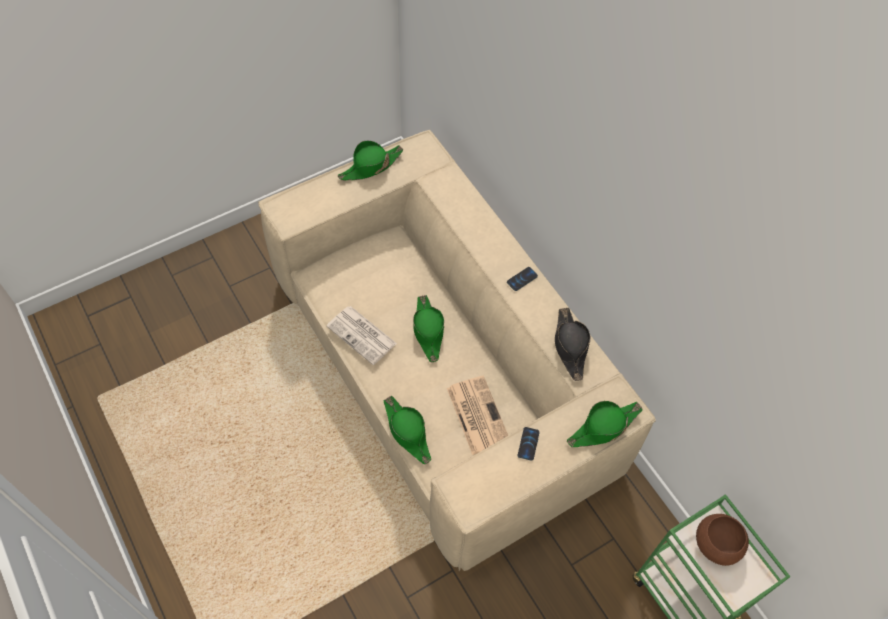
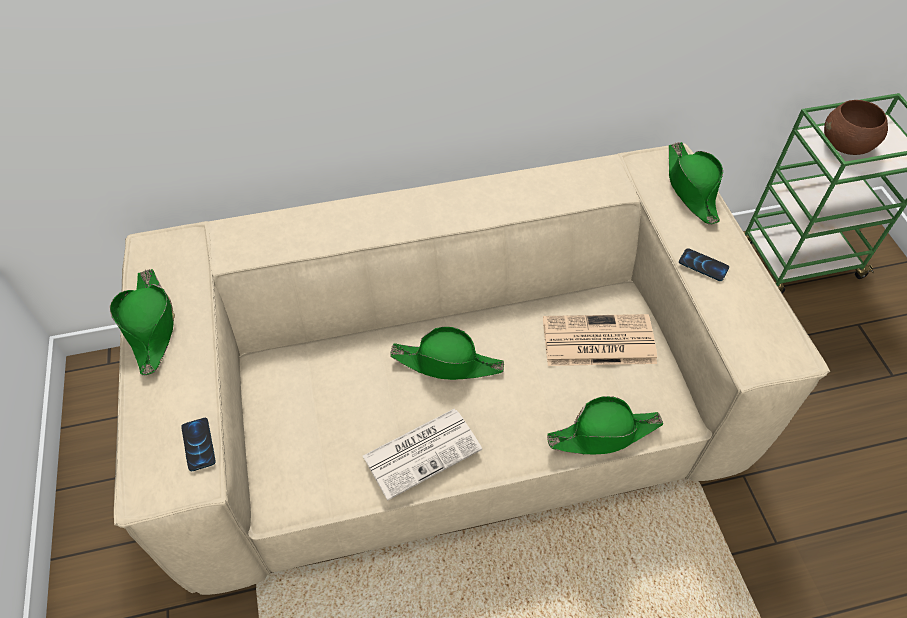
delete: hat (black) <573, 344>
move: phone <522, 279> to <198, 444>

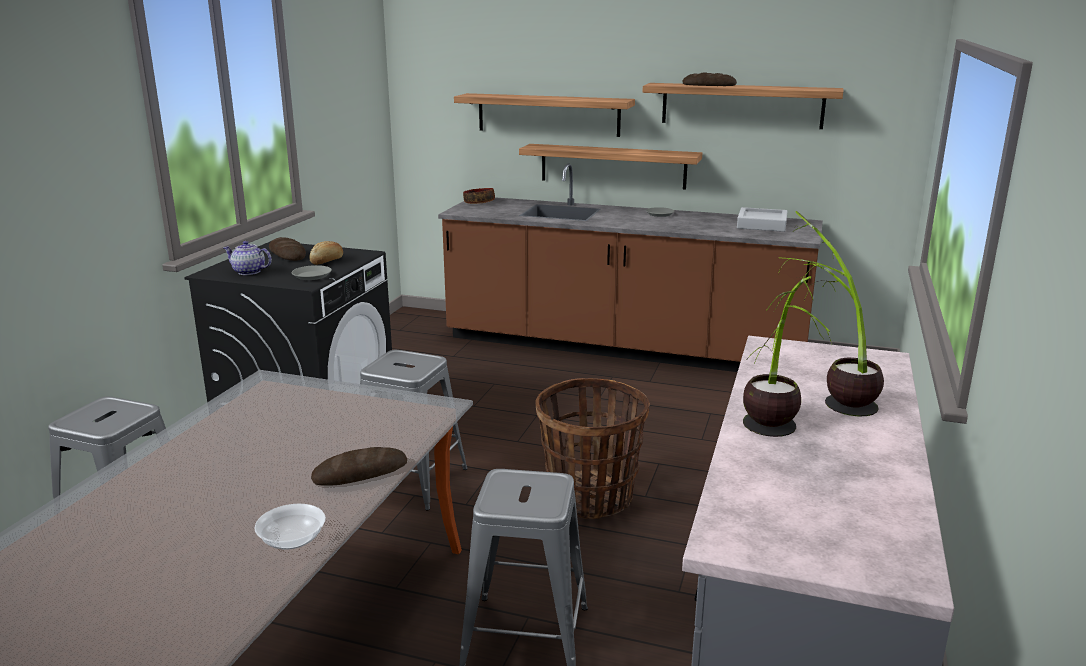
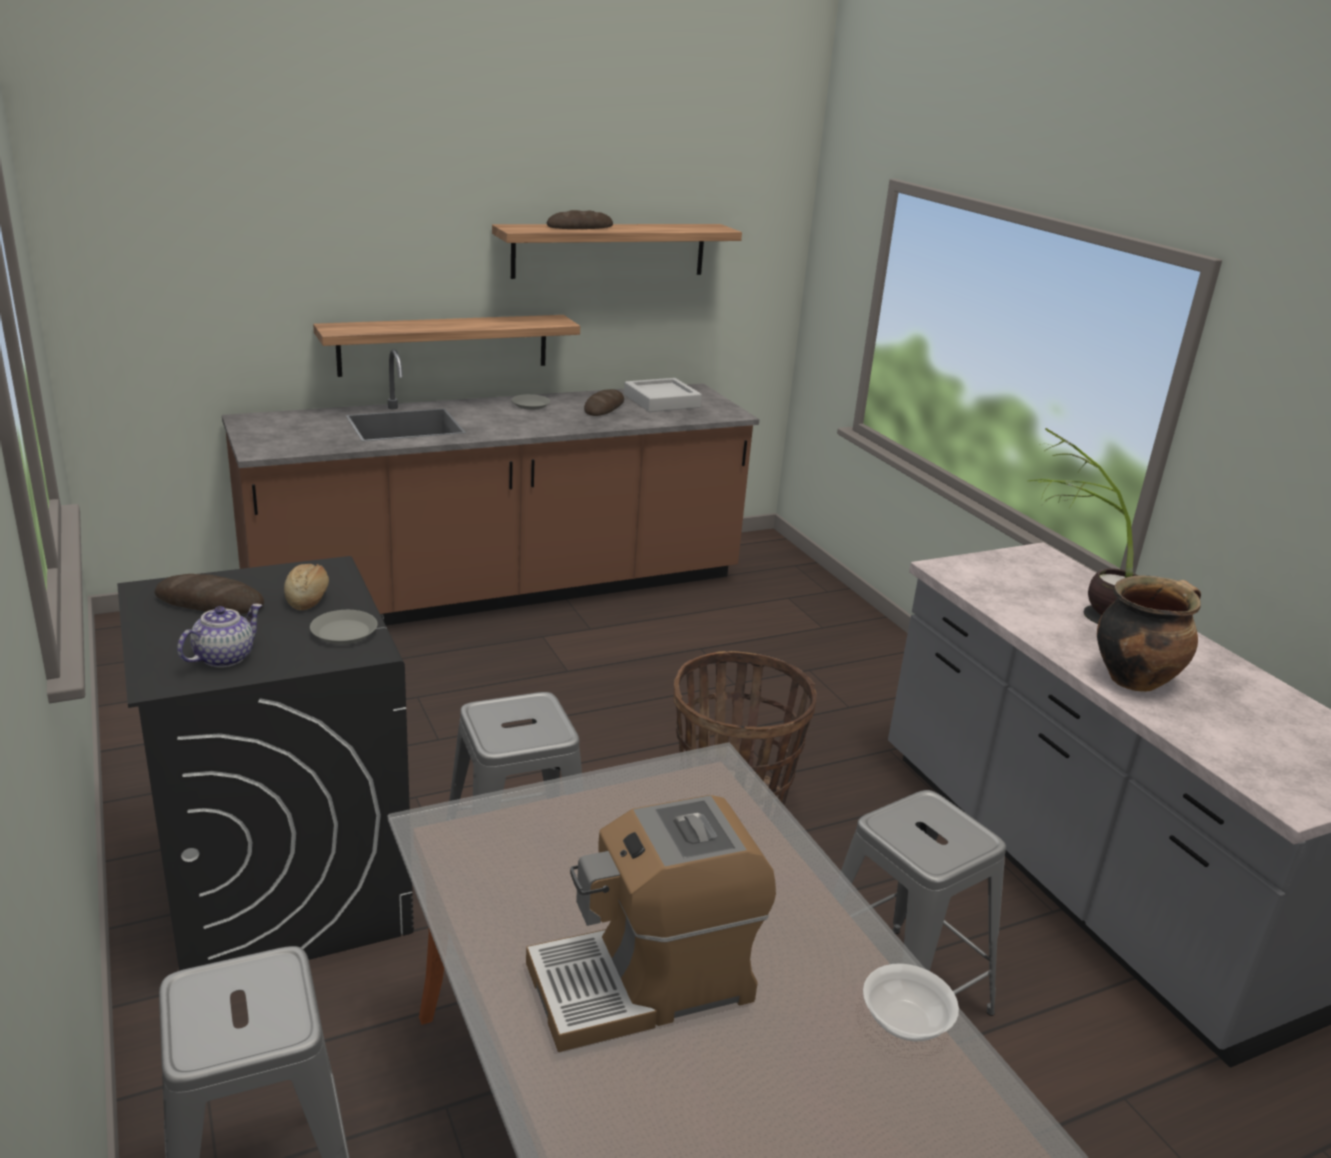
delete: shelf <544, 115>; bowl <479, 196>
insert: coffee machine <651, 923>
move: bread <359, 466> to <604, 402>
replace: potted plant <787, 356> to cooking pot <1149, 633>
rotate: teapot <247, 258> = <219, 636> 150 degrees clockwise

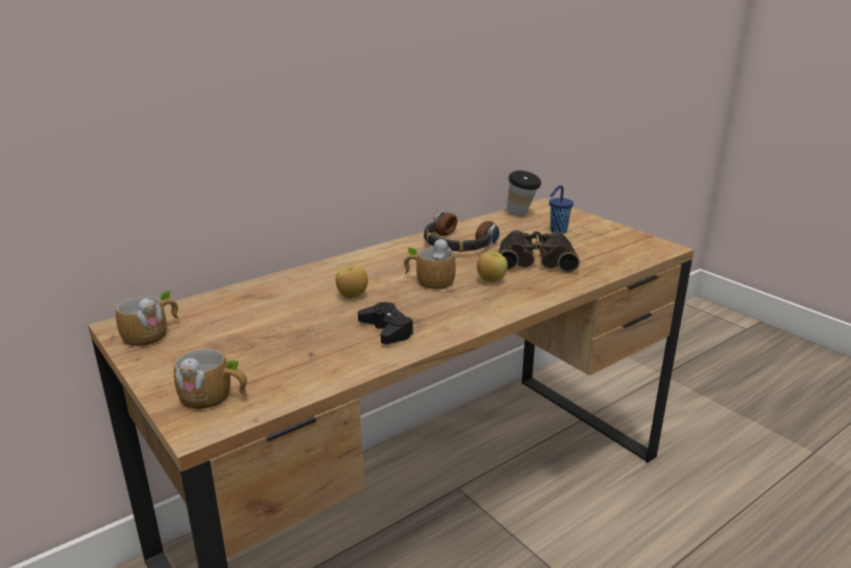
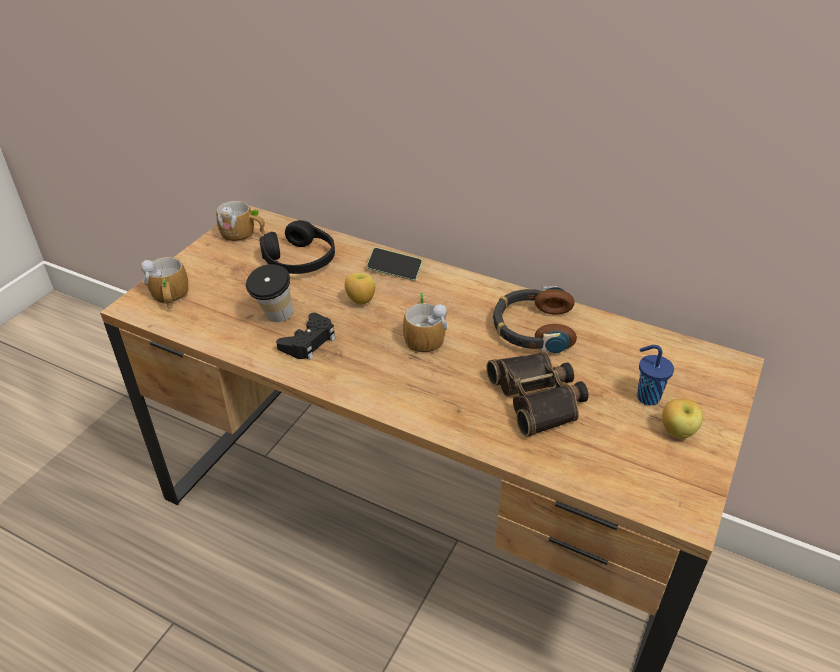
insert: headphones (black) <297, 247>; phone <394, 264>
move: apple <492, 267> to <682, 418>; cup <524, 193> to <269, 293>

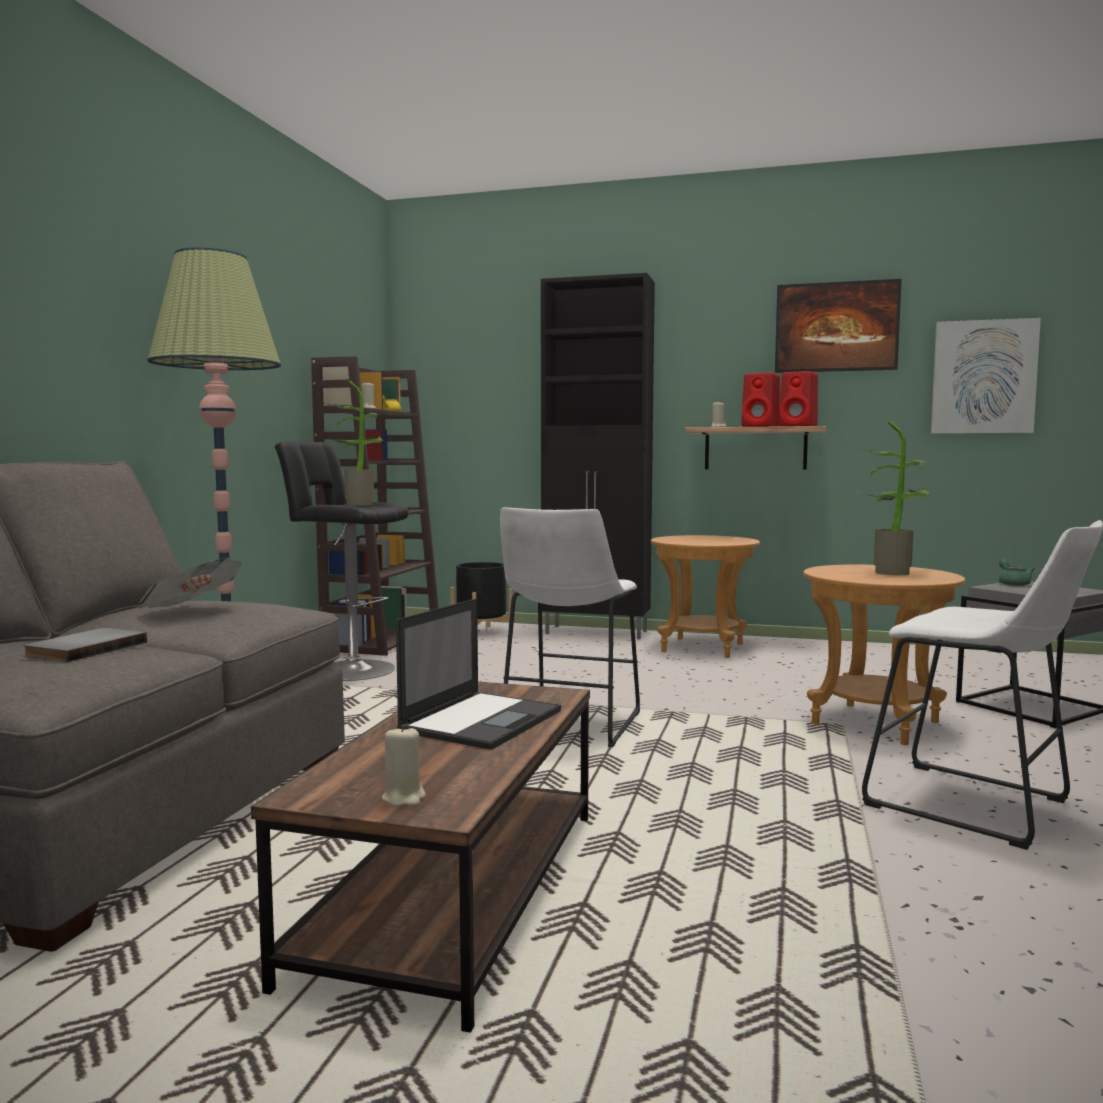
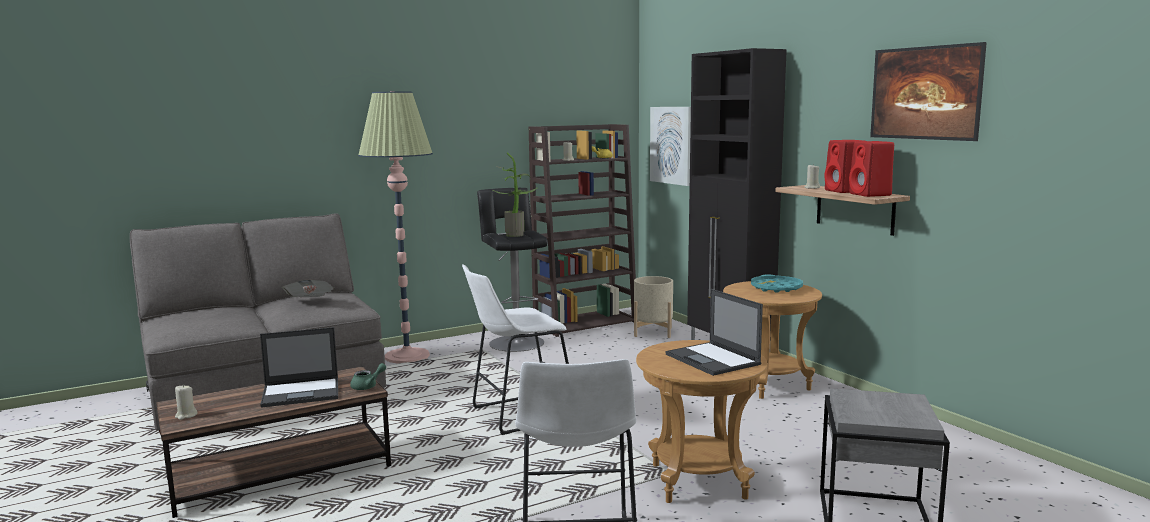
delete: book (grey) <85, 645>
insert: tray (turquoise) <777, 284>
move: picture <986, 376> to <670, 146>; teapot (green) <1017, 572> to <368, 376>
replace: potted plant <893, 498> to laptop <714, 332>
recolor: planter (black) <481, 595> to planter (beige) <653, 307>

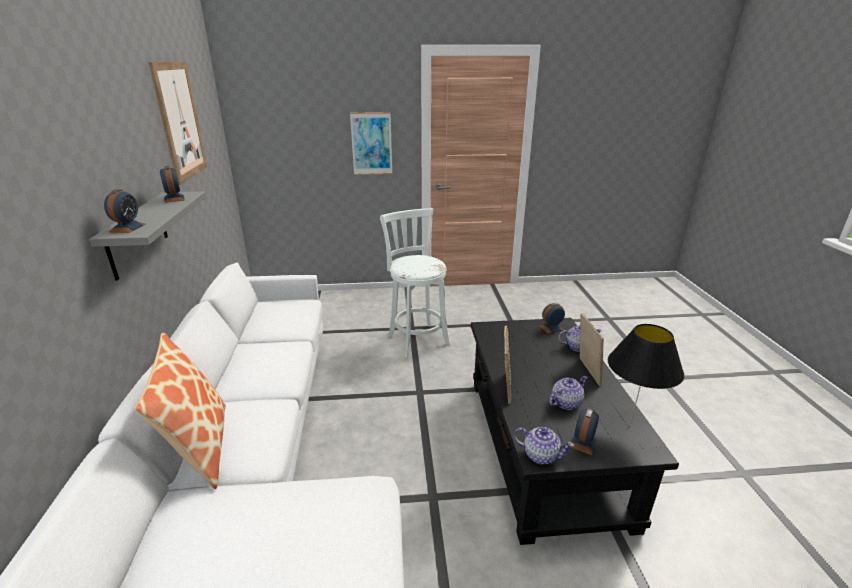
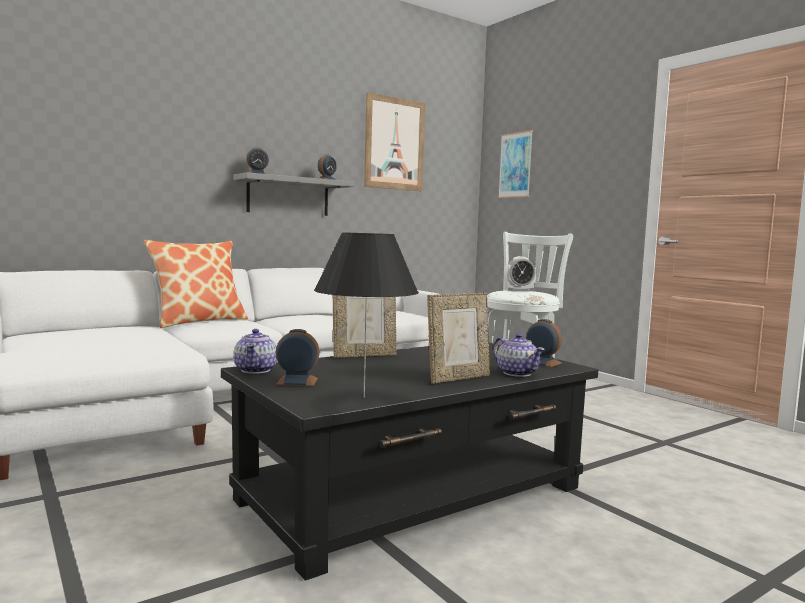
delete: teapot <568, 393>
insert: alarm clock <520, 274>
move: picture <371, 143> to <515, 164>

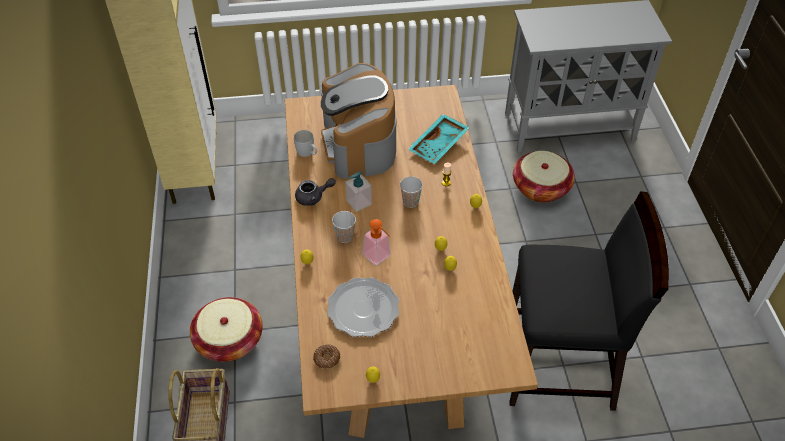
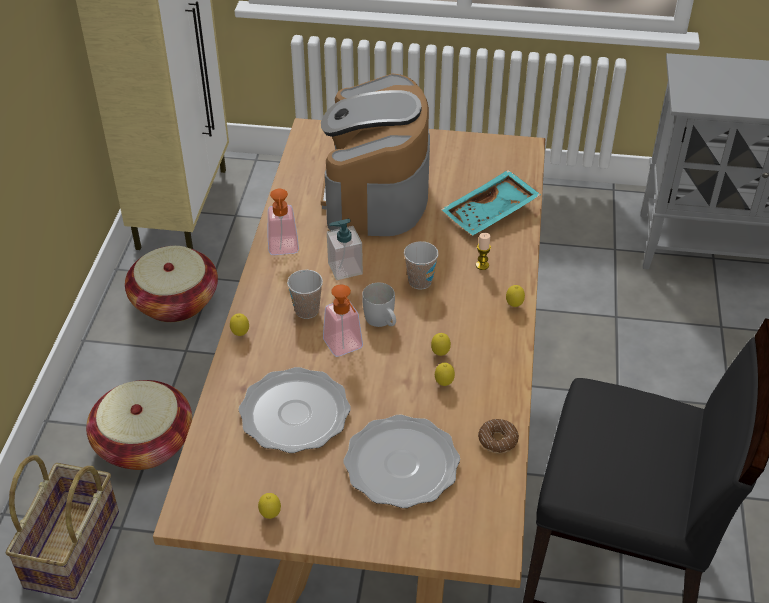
insert: plate <401, 461>
move: mug (white) <305, 143> to <379, 305>; donut <326, 356> to <498, 436>; basket <544, 177> to <171, 284>
replace: teapot (grey) <315, 192> to soap dispenser <283, 222>

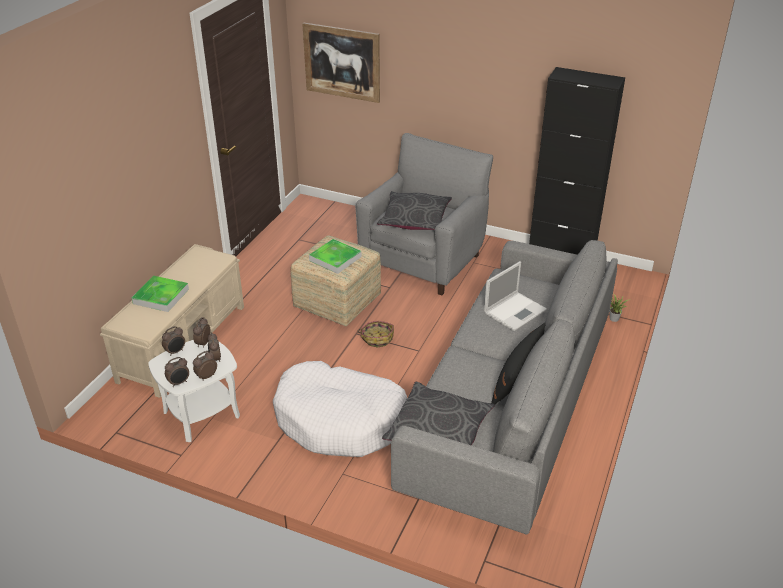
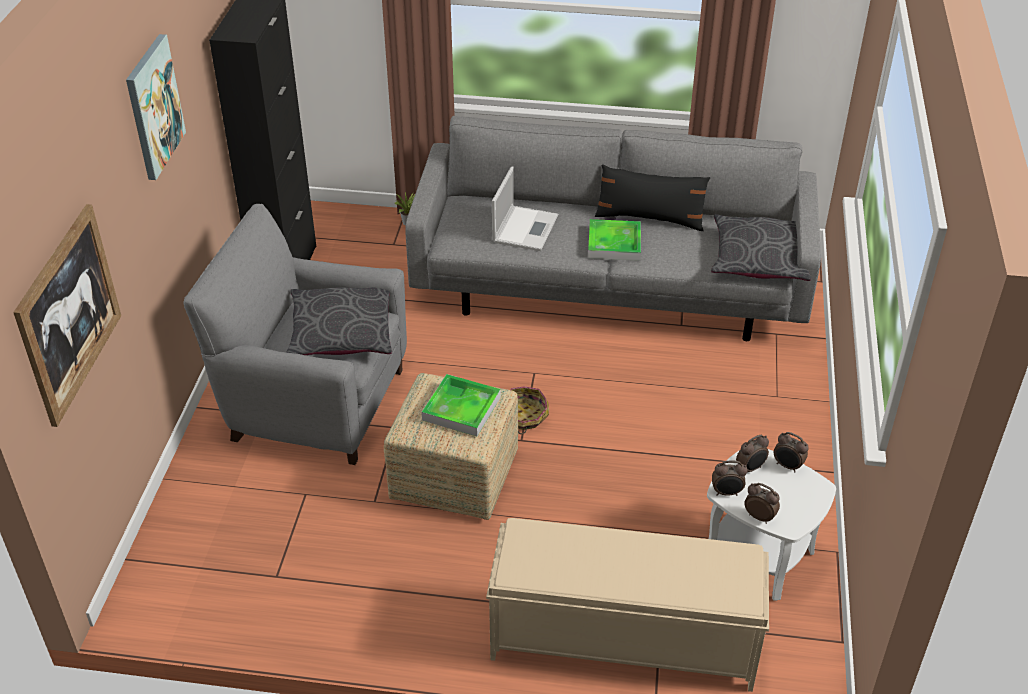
delete: alarm clock <177, 372>; dog bed (white) <340, 409>
insert: picture <156, 107>
move: tray <160, 294> to <614, 240>
rotate: laptop <515, 296> = <525, 208> 75 degrees clockwise

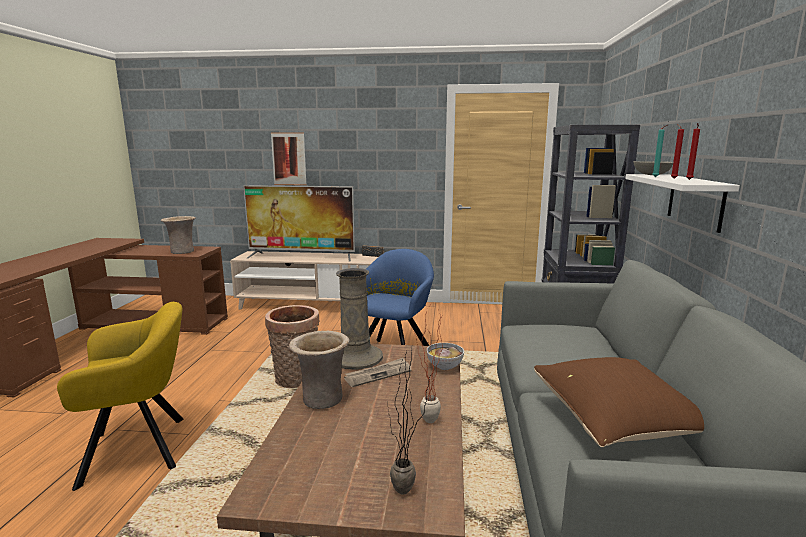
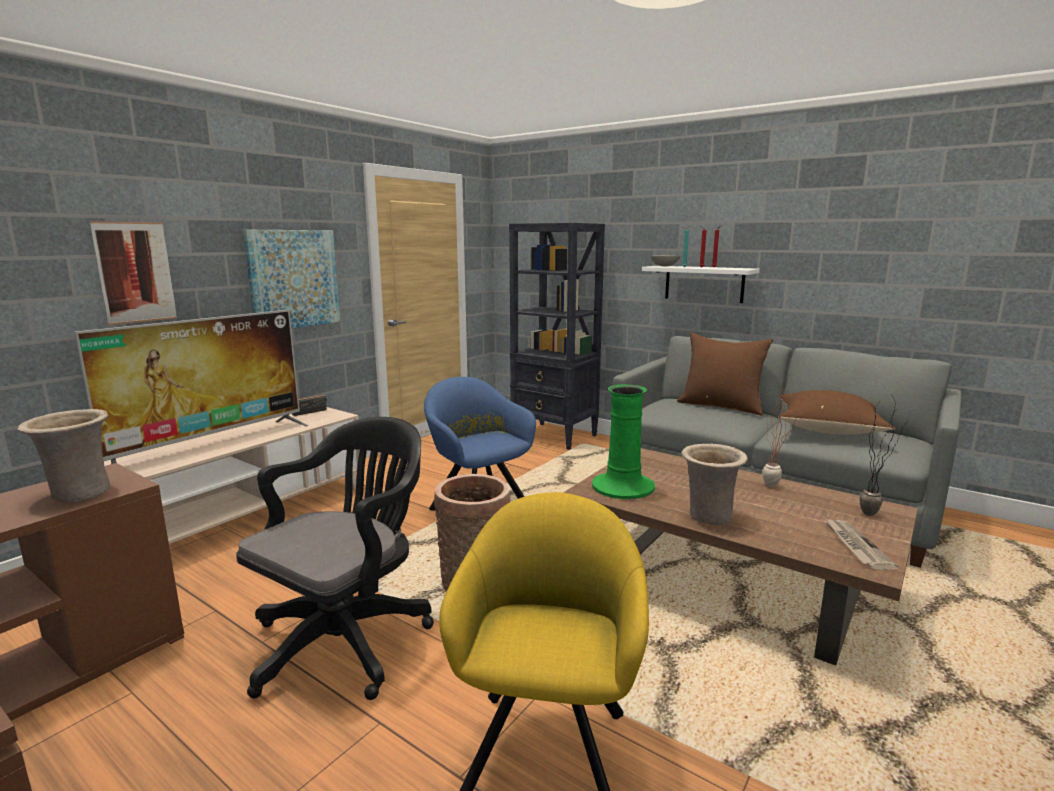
delete: bowl <445, 356>
insert: office chair (black) <335, 558>; picture <291, 279>; pillow (brown) <725, 374>
move: newspaper <378, 372> to <862, 544>
recolor: vase (beige) <359, 319> to vase (green) <623, 441>

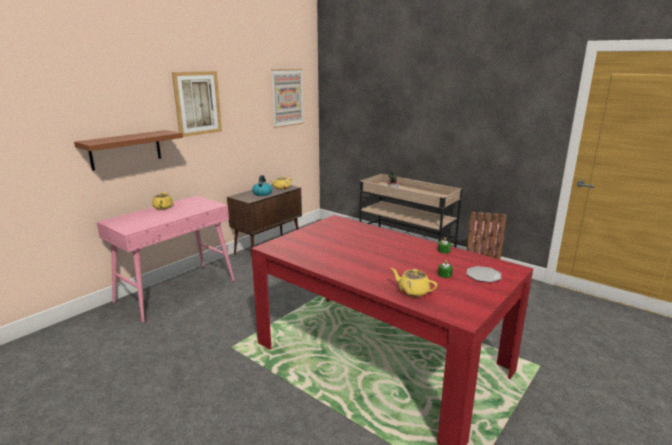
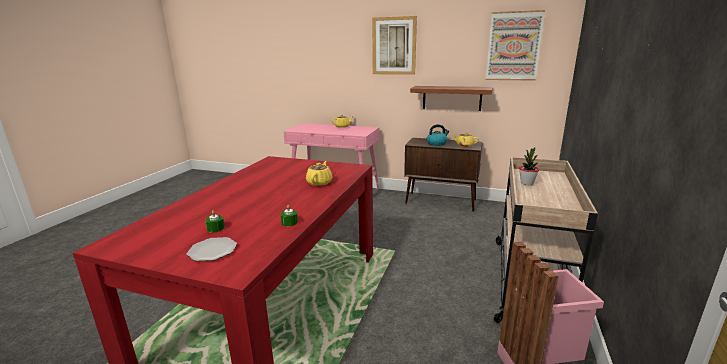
move: shelf (brown) <128, 150> to <451, 98>; teapot (yellow) <414, 282> to <319, 173>

